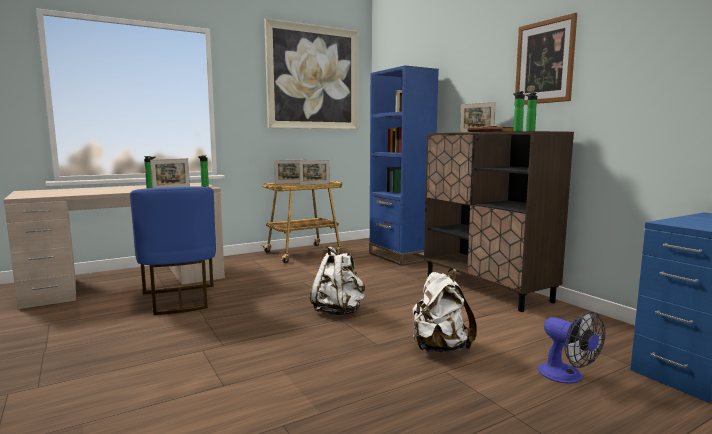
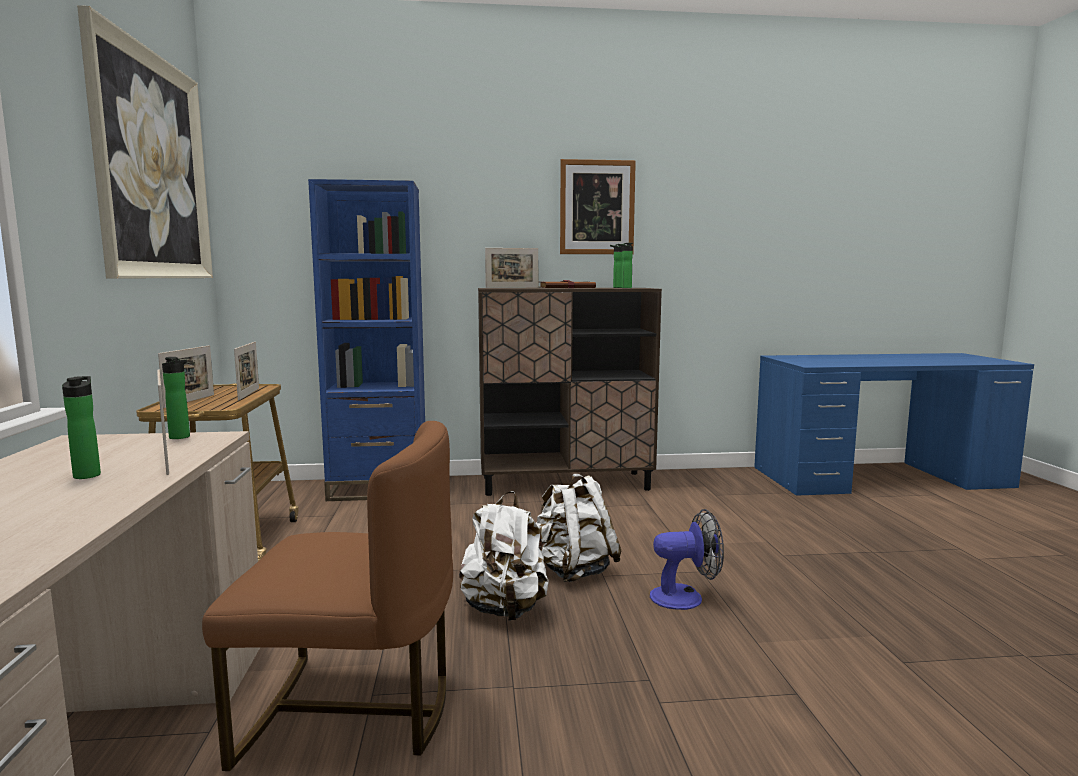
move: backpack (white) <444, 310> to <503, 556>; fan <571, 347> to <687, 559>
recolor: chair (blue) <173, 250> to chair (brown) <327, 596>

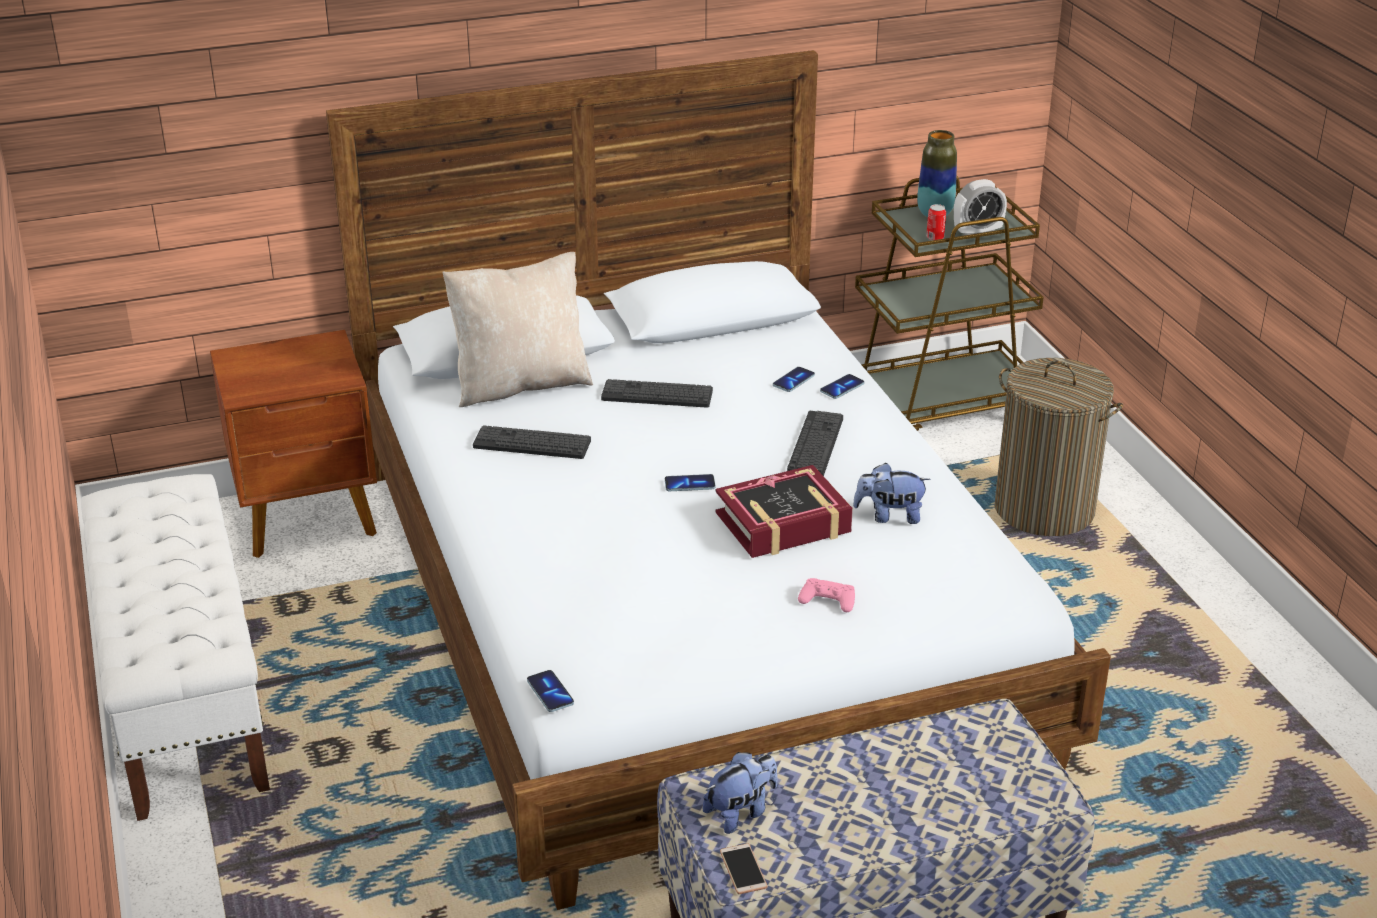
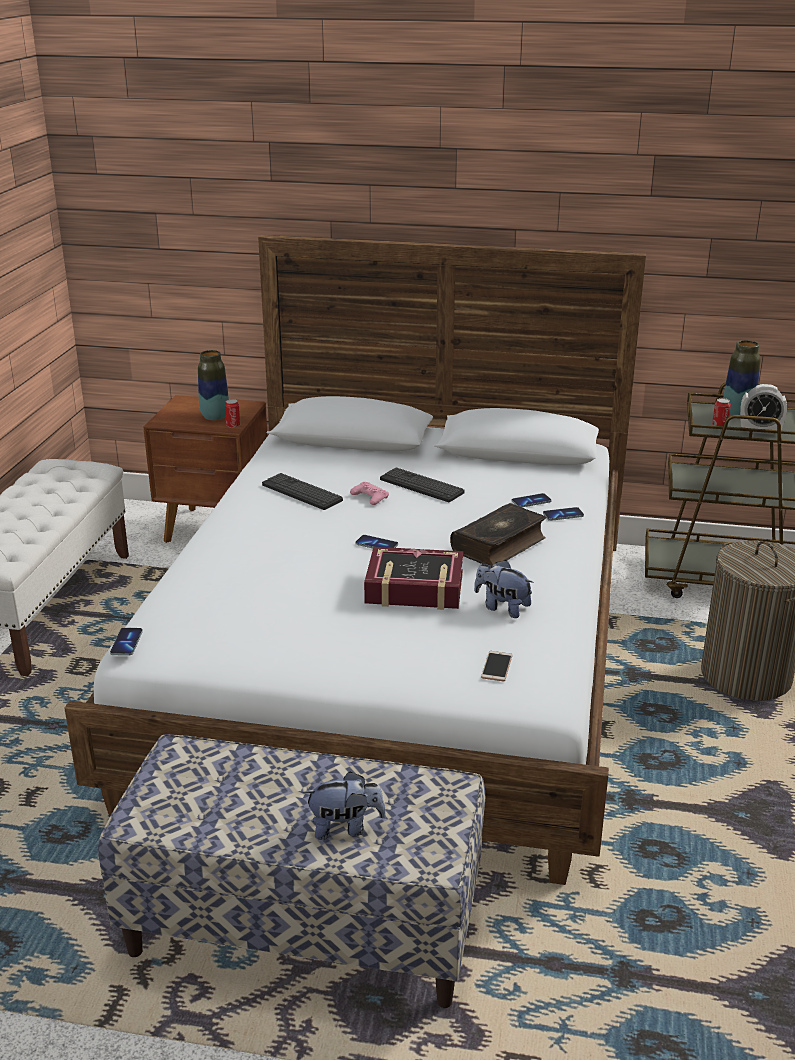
delete: pillow (beige) <518, 329>
insert: vase <213, 385>; can <232, 413>
move: plush toy <740, 793> to <344, 805>; phone <743, 868> to <497, 666>; game controller (pink) <826, 595> to <369, 493>
replace: keyboard <815, 443> to book <498, 535>

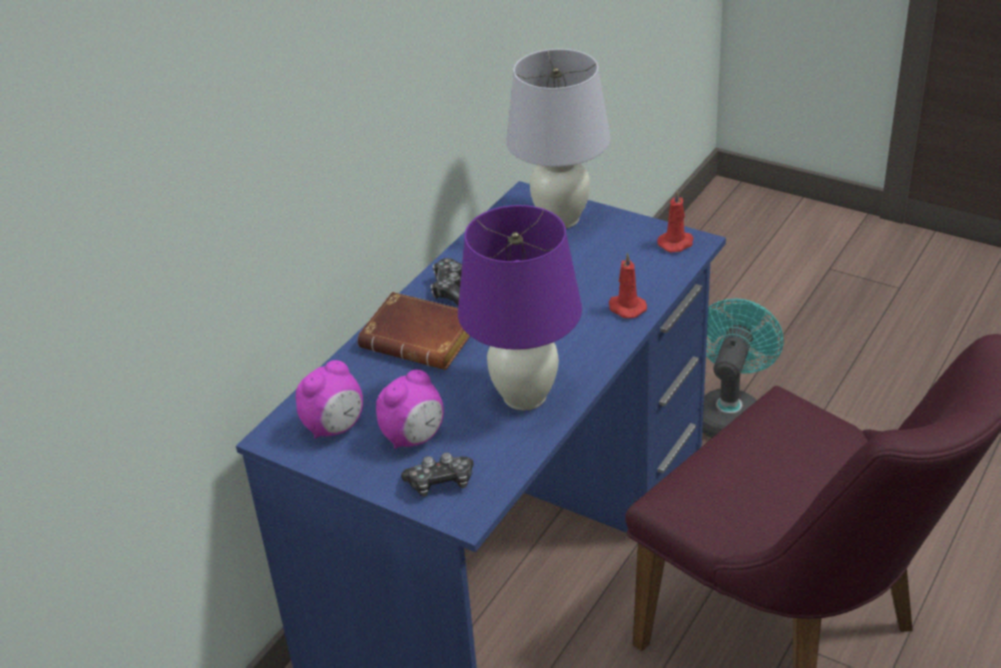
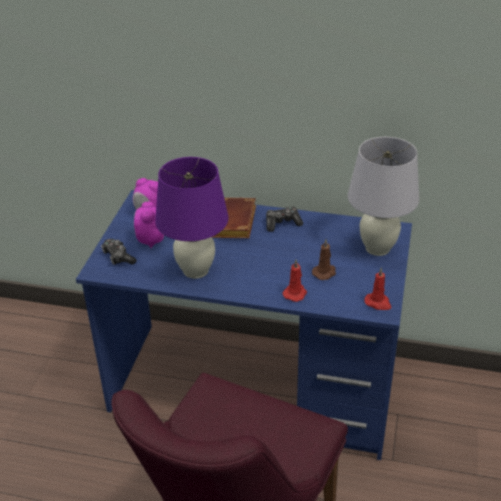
delete: fan (turquoise) <743, 368>
insert: candle (brown) <324, 259>
rotate: alarm clock <410, 409> = <149, 225> 60 degrees clockwise

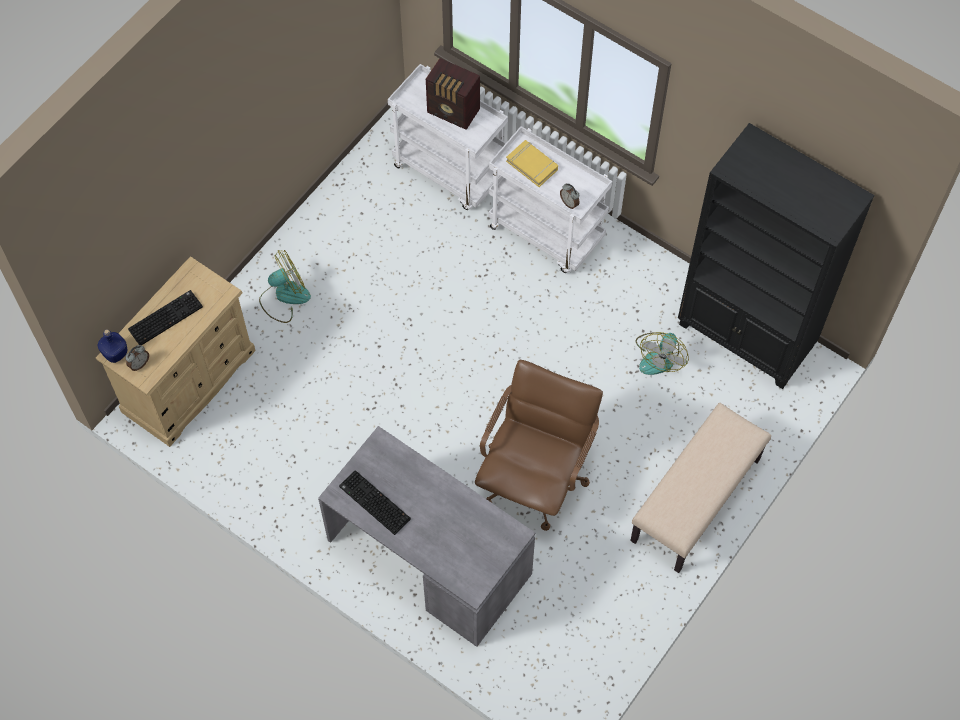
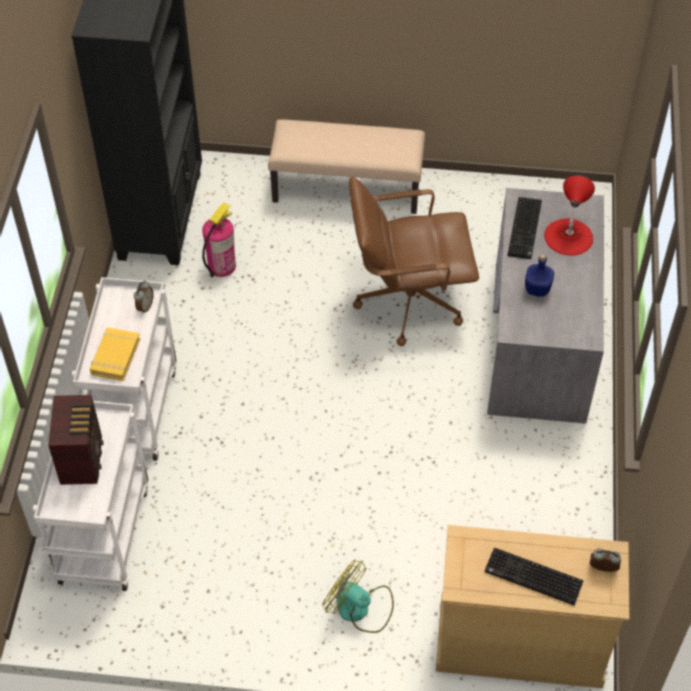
insert: table lamp (red) <569, 215>
move: bottle (blue) <112, 346> to <539, 275>; keyboard <375, 502> to <524, 228>
replace: fan <662, 353> to fire extinguisher <219, 239>

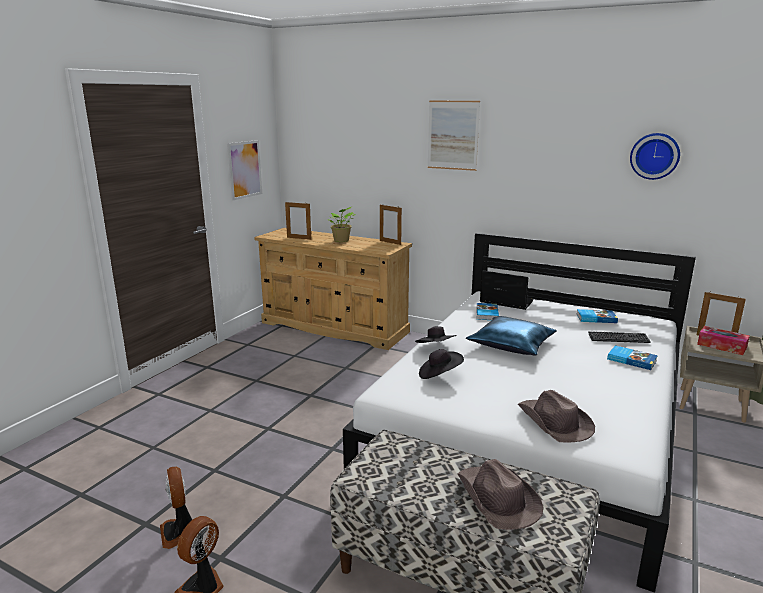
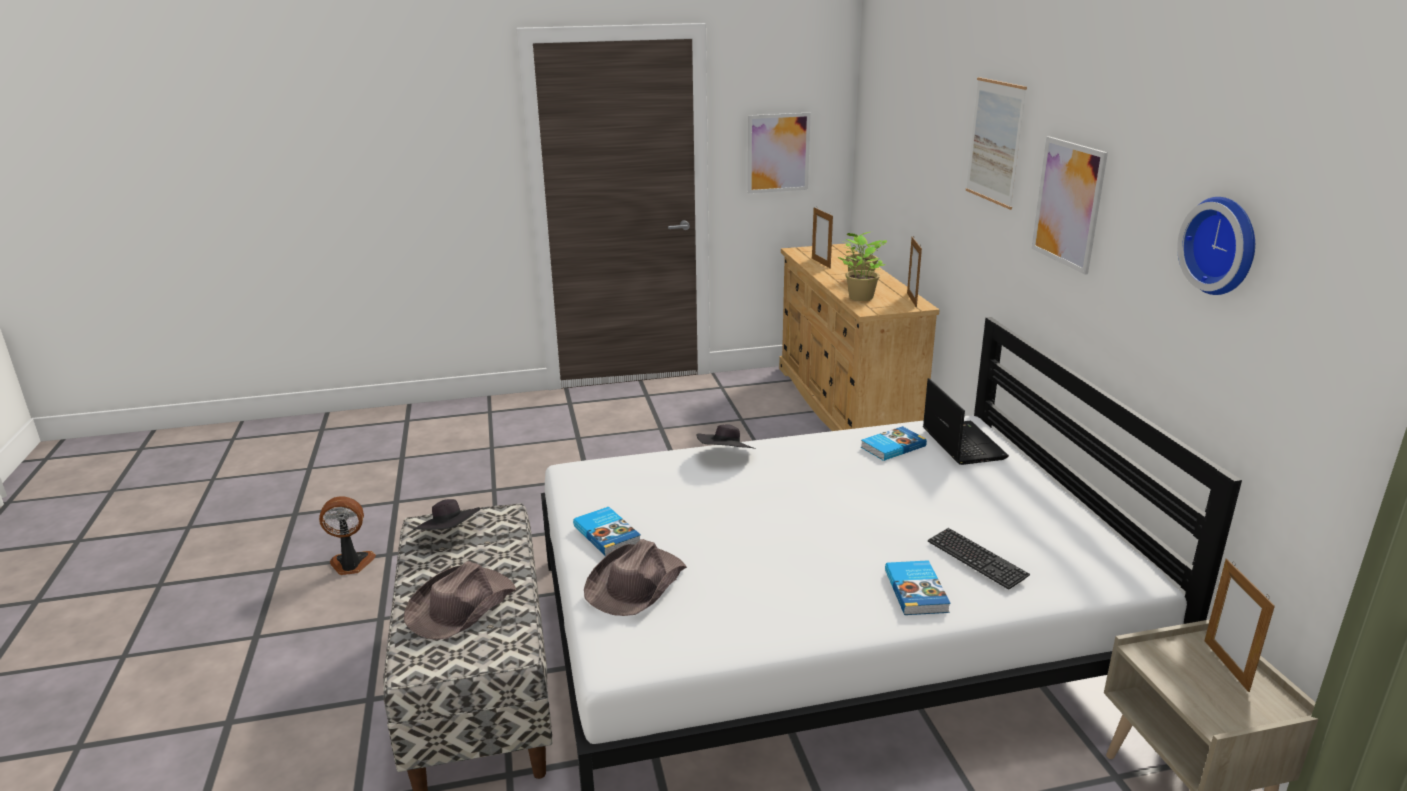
delete: fan <176, 508>; pillow (blue) <511, 335>; tissue box <723, 340>
insert: potted plant <861, 268>; picture <1069, 205>
move: hat (black) <441, 364> to <446, 514>; book <597, 316> to <607, 531>

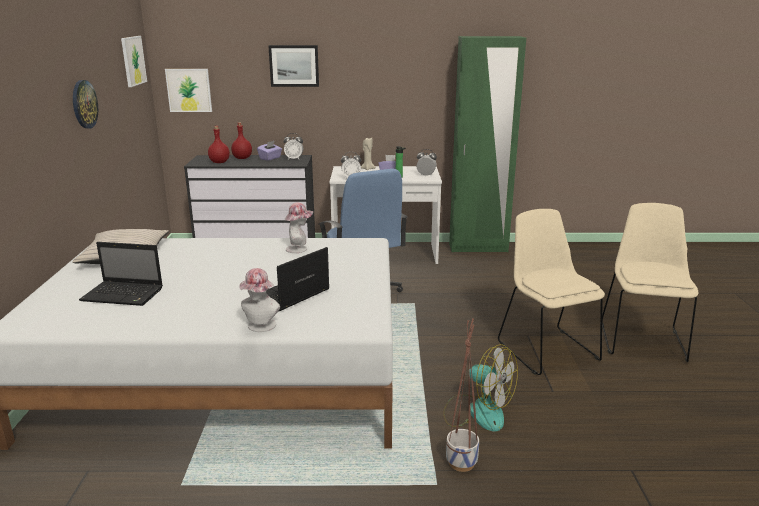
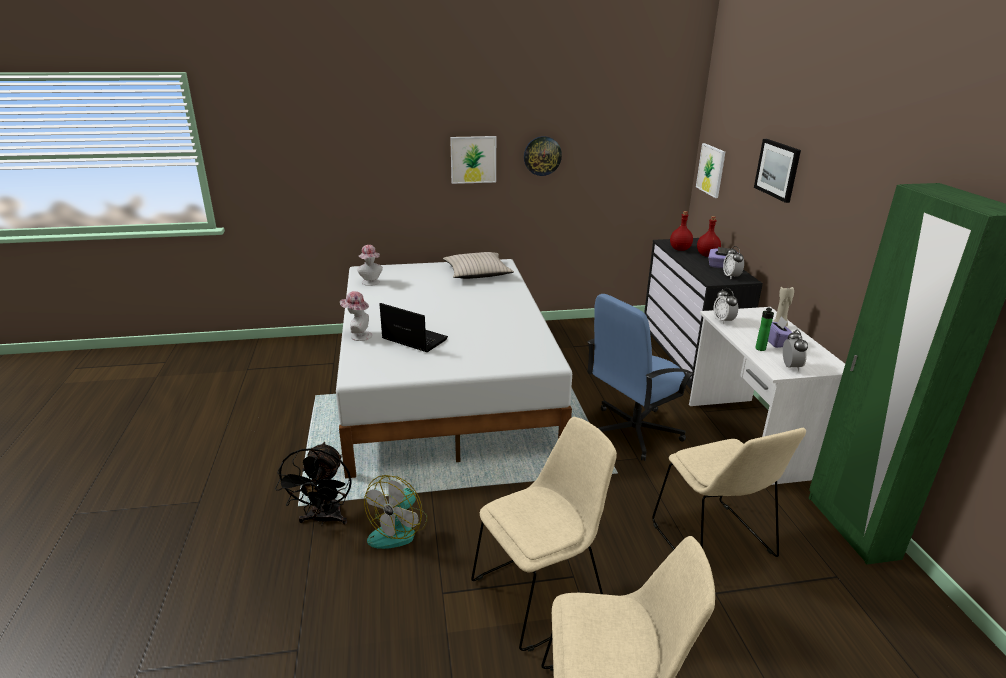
delete: laptop <121, 274>
insert: chair (beige) <729, 492>
move: picture <134, 61> to <473, 160>; hat <299, 227> to <370, 265>
replace: planter <462, 395> to fan (black) <313, 484>

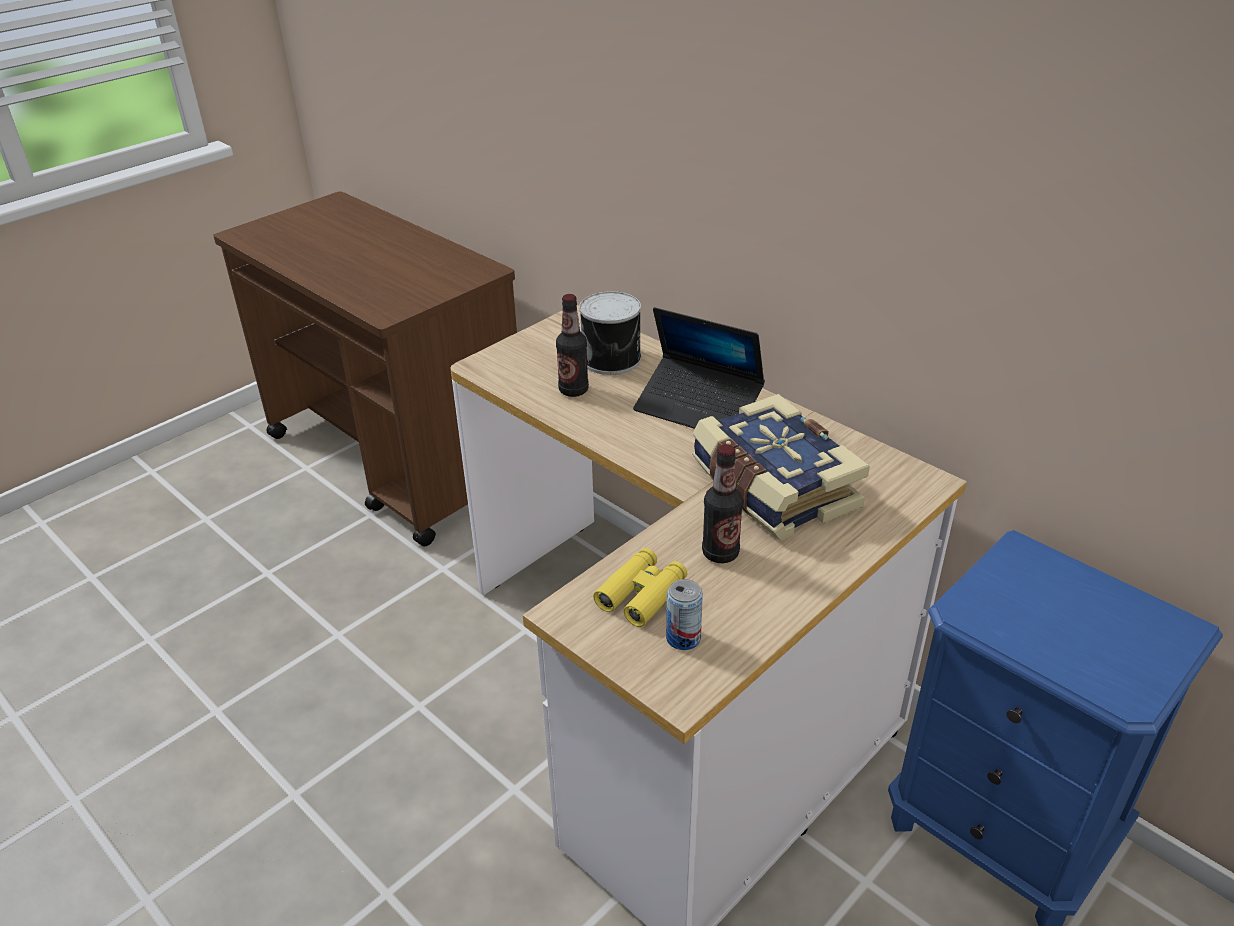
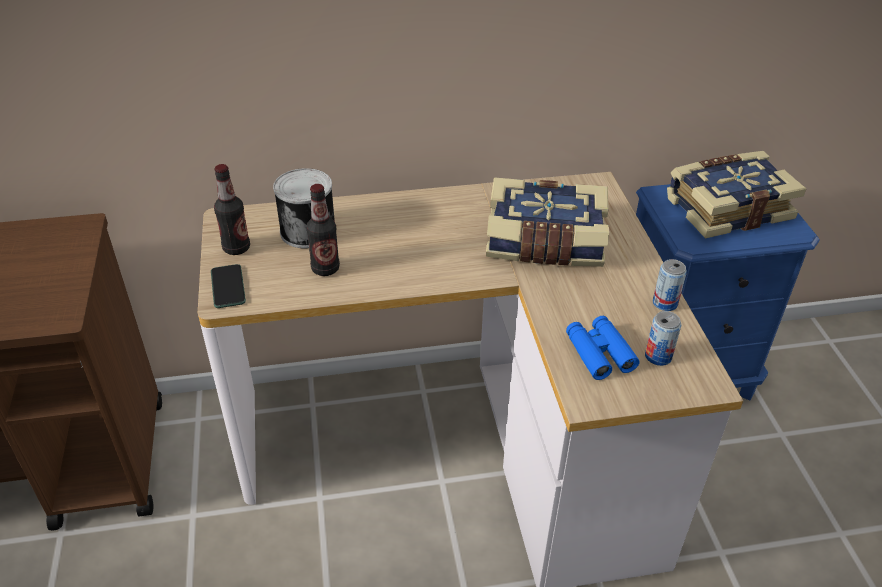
delete: laptop <699, 368>
insert: phone <228, 286>; can <670, 285>; book <736, 195>
move: bottle <722, 503> to <232, 209>
recolor: binoculars (yellow) <640, 587> to binoculars (blue) <602, 348>

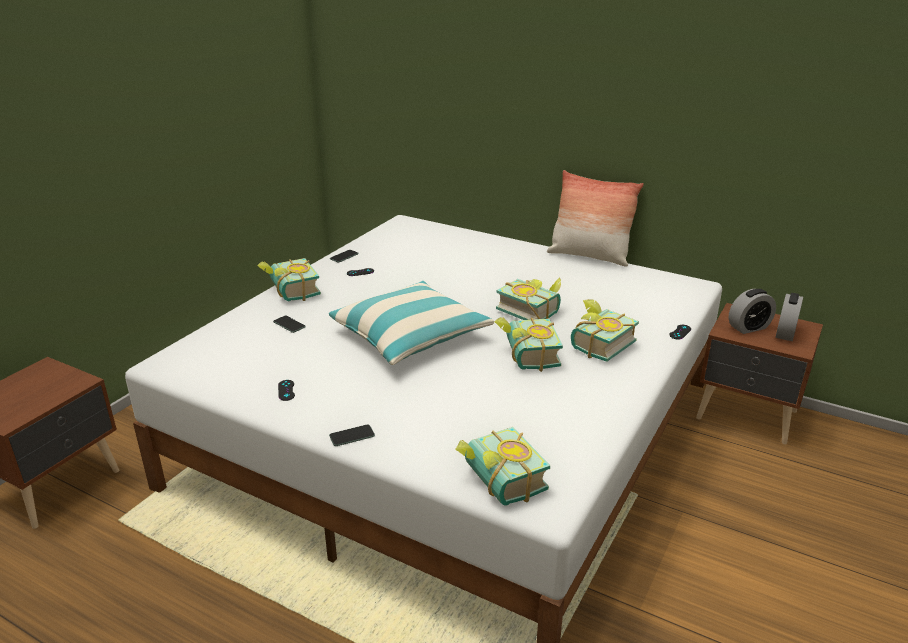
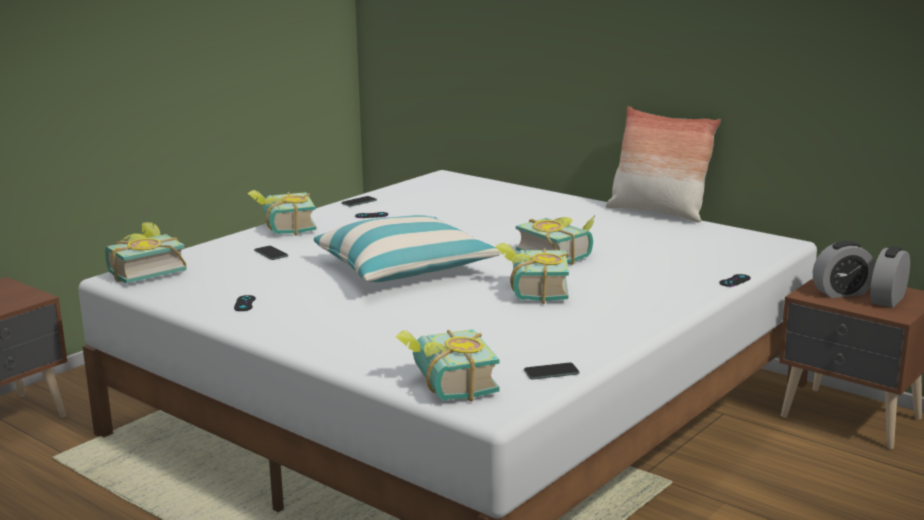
move: phone <352, 435> to <552, 371>; book <605, 330> to <146, 252>

